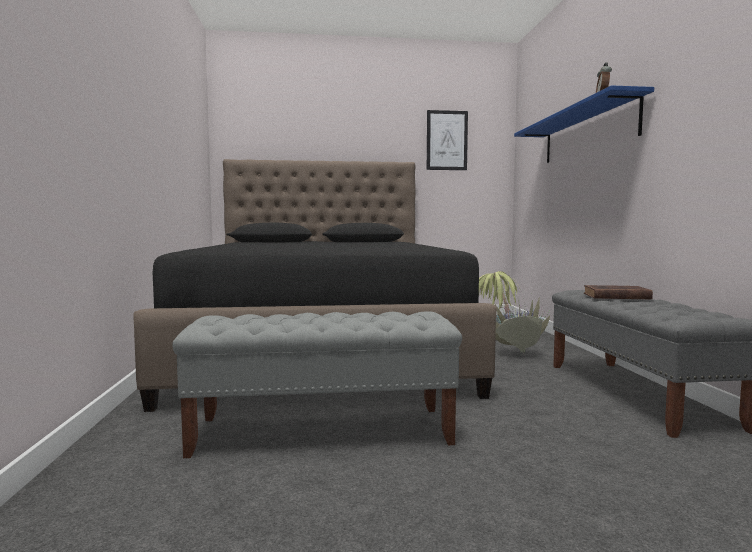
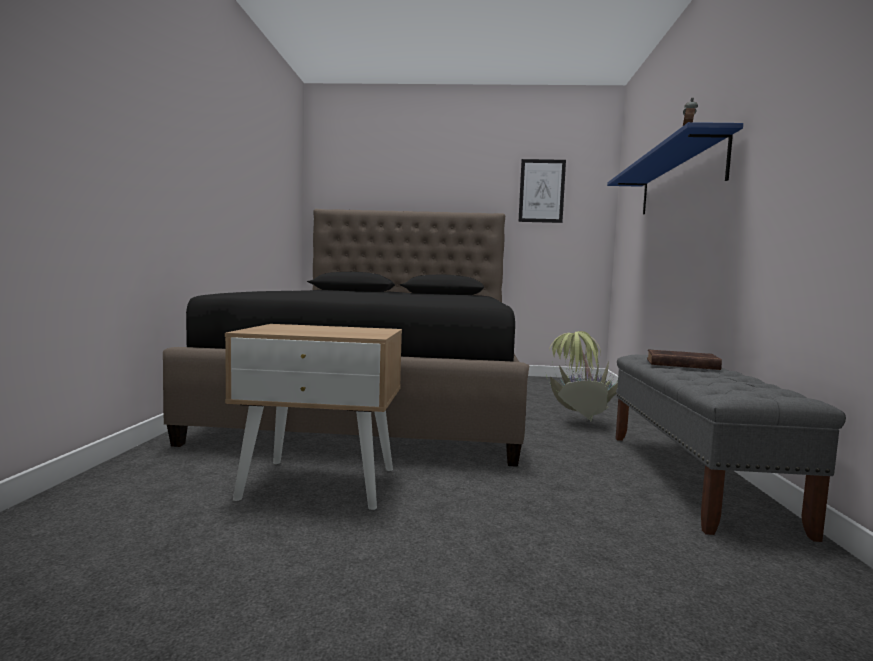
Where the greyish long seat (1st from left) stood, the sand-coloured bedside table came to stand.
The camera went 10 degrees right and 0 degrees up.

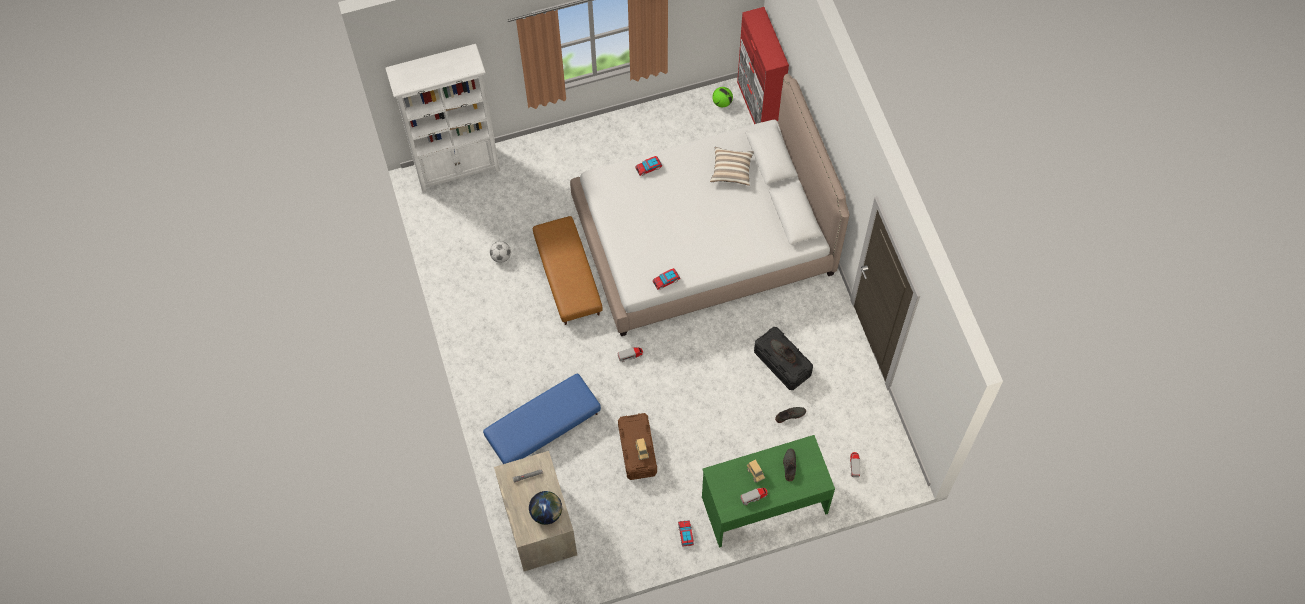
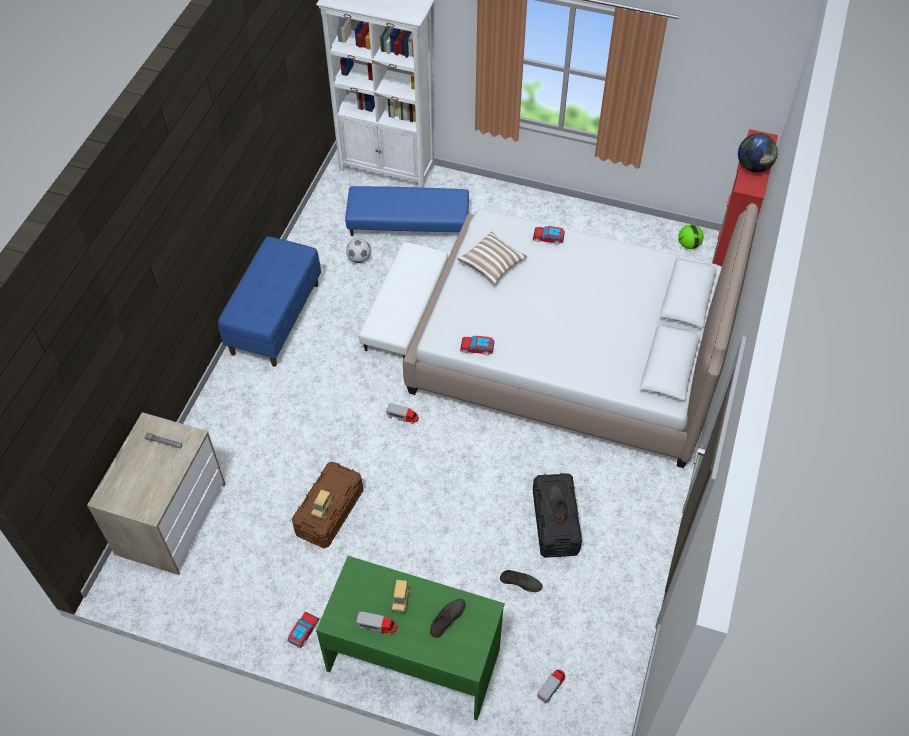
The second view gained the blue-coloured long seat.
The blue-coloured footrest ended up elsewhere.
What was the brown footrest turned into the white footrest.
The pillow ended up elsewhere.
The desk globe ended up elsewhere.
The camera went 35 degrees right and 10 degrees down.

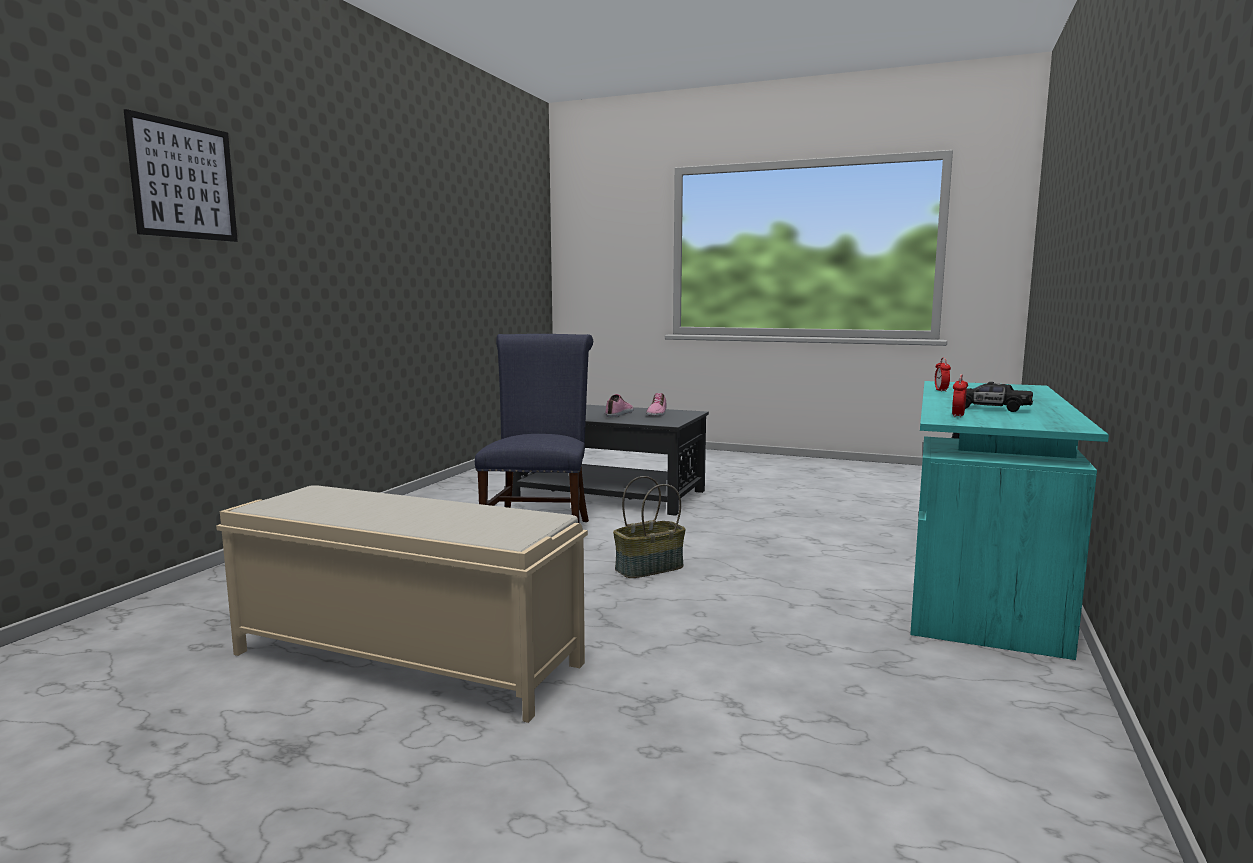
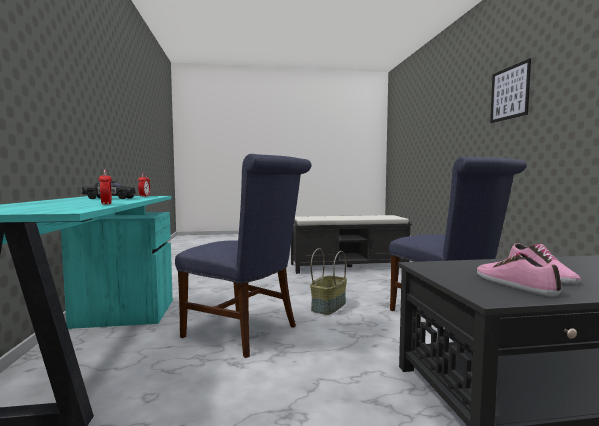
The second view gained the blue-coloured upright chair (1st from left).
What was the sand-coloured long seat turned into the black-coloured long seat.
The camera went 150 degrees right and 5 degrees down.

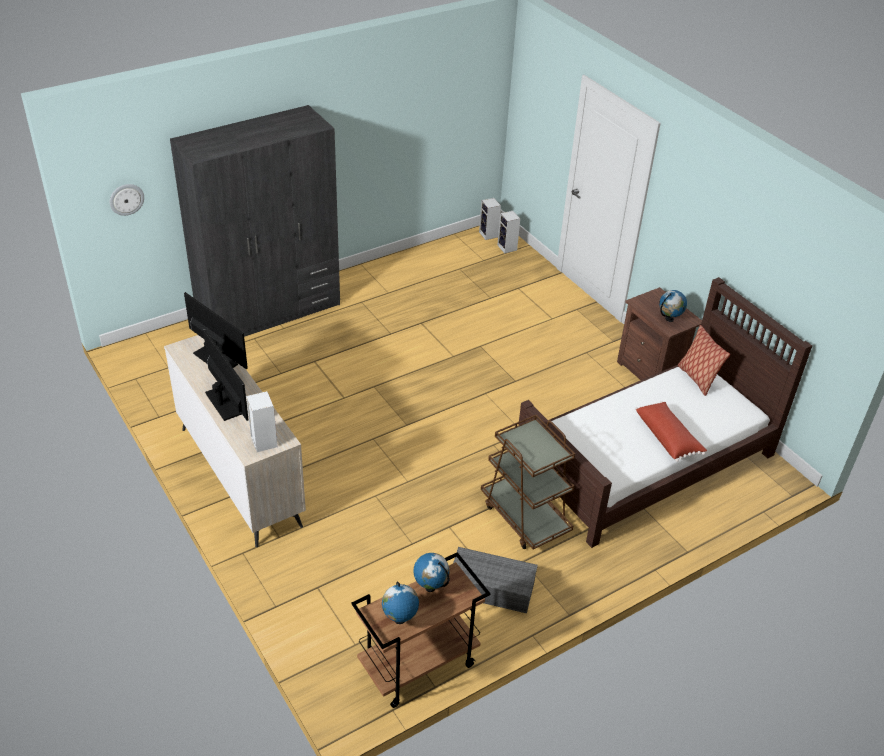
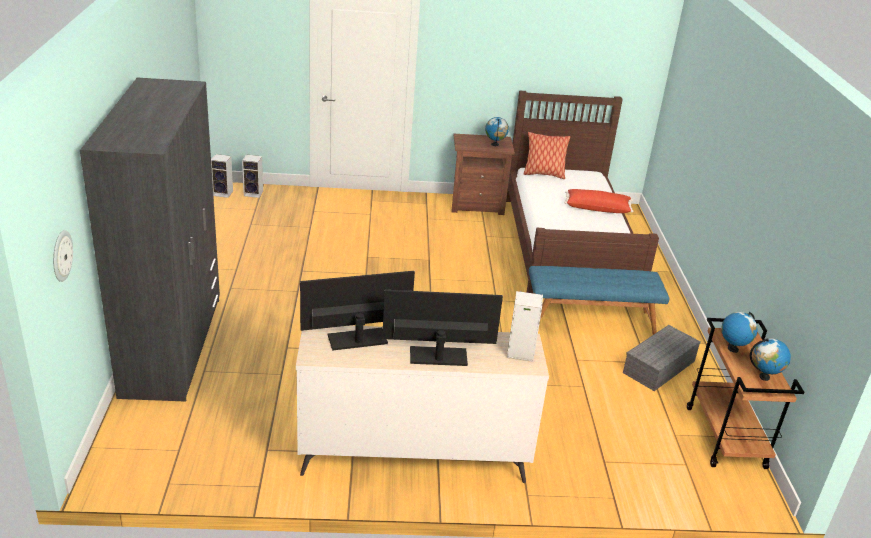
Where the brown trolley (2nd from left) stood, the blue-coloured long seat came to stand.
The camera went 60 degrees left and 10 degrees down.

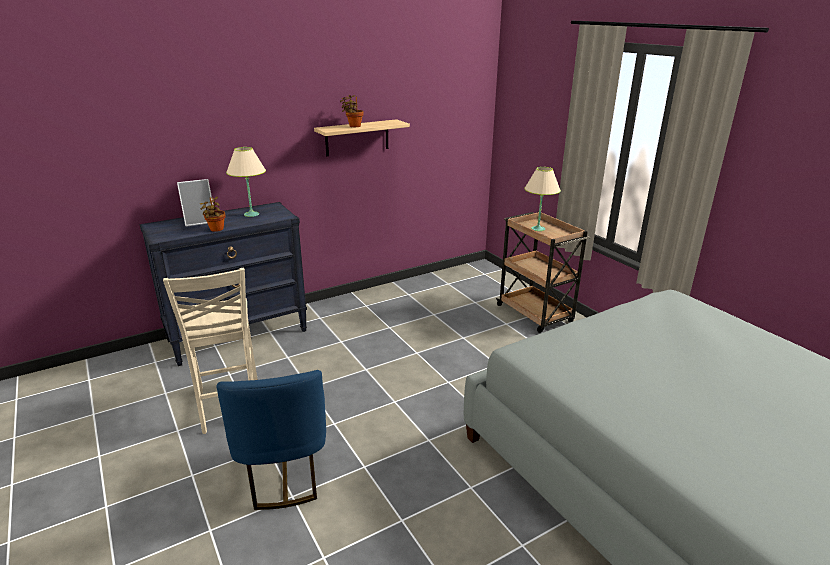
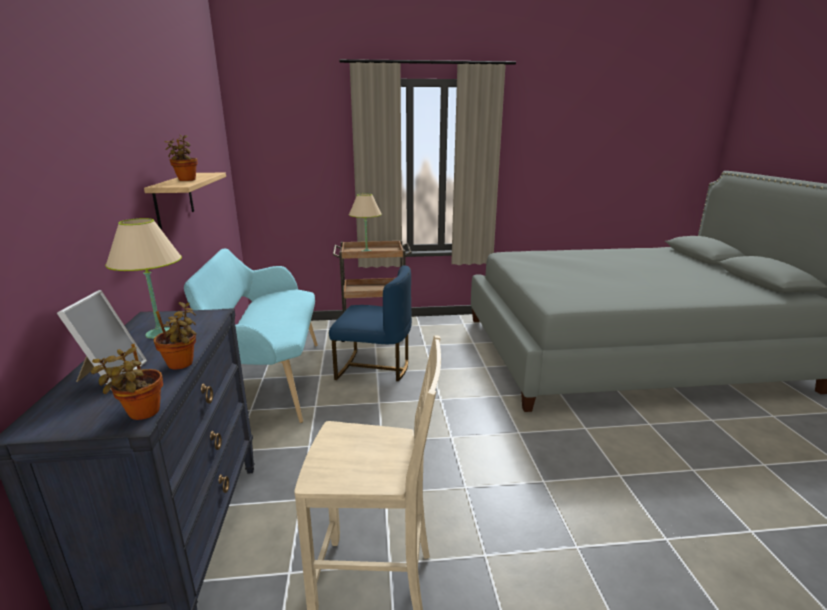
The second view gained the houseplant (1st from left).
The second view gained the blue-green long seat.
The blue-coloured upright chair ended up elsewhere.
The camera went 65 degrees left and 5 degrees down.

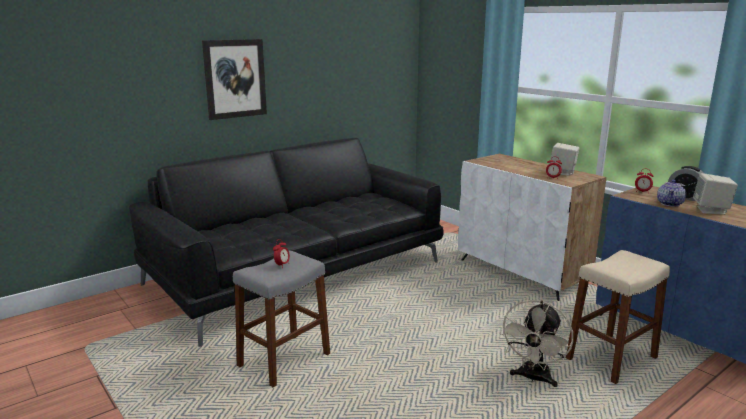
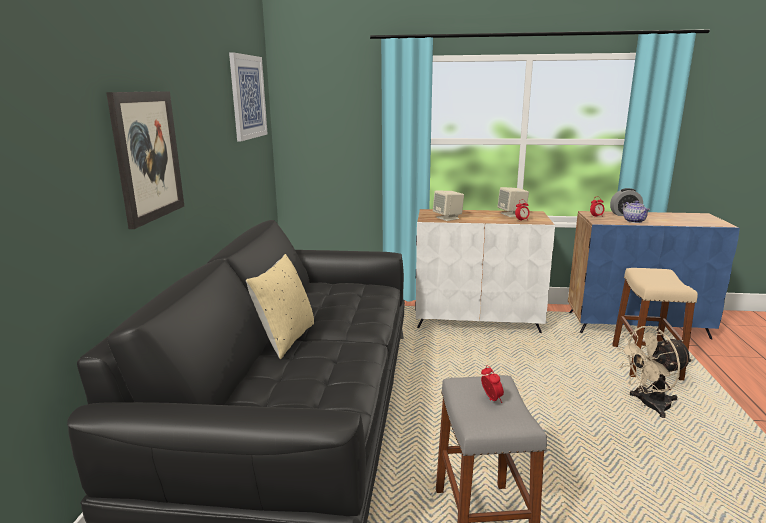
The second view gained the picture (2nd from left).
The second view gained the sand-coloured pillow.
The sand-coloured audio speaker (2nd from left in the first image) ended up elsewhere.
The sand-coloured cooling fan ended up facing another way, 90 degrees clockwise from before.
The camera went 45 degrees left and 0 degrees up.

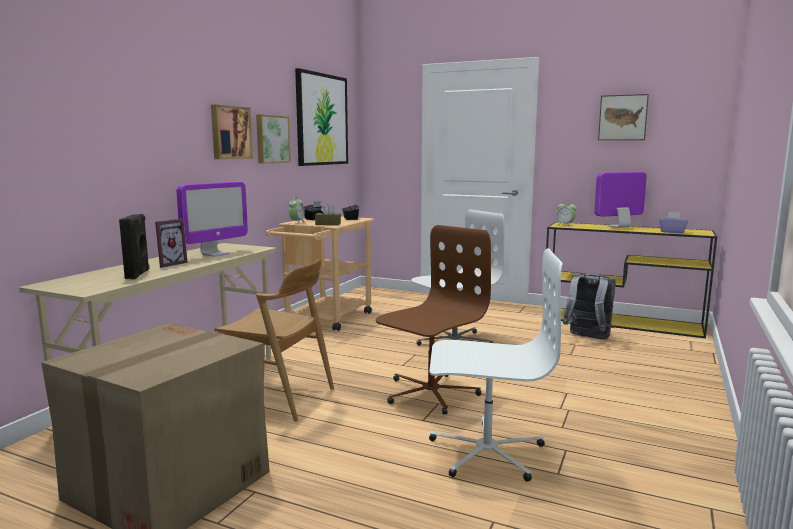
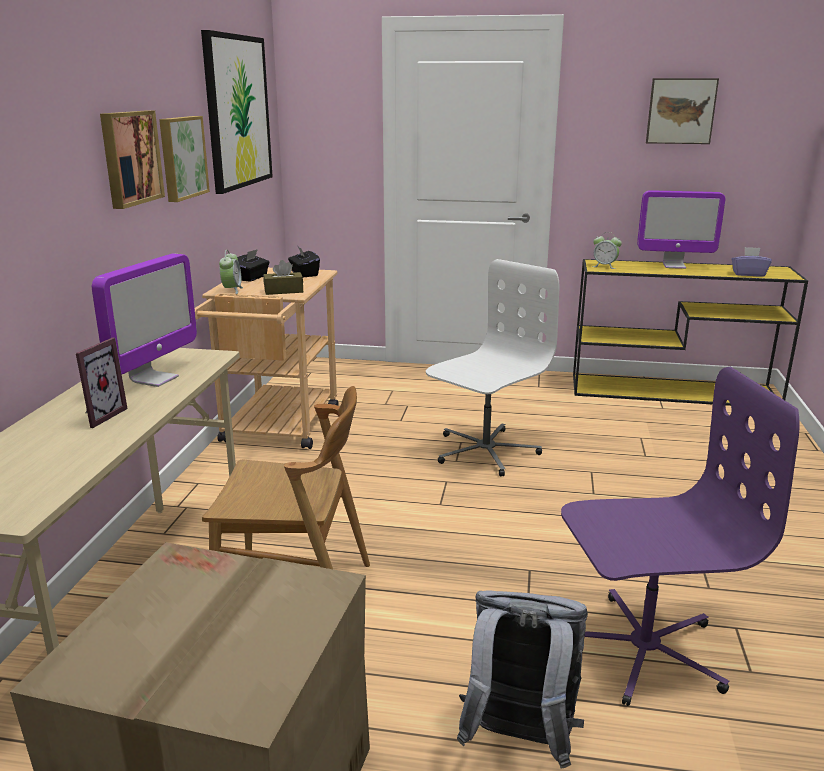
The greyish rucksack ended up elsewhere.
What was the white desk chair (2nd from left) turned into the purple-coloured desk chair.
The monitor (2nd from left) ended up facing another way, 135 degrees counterclockwise from before.
The second view lost the black-coloured audio speaker.
The second view lost the brown desk chair.
The camera went 15 degrees left and 10 degrees up.

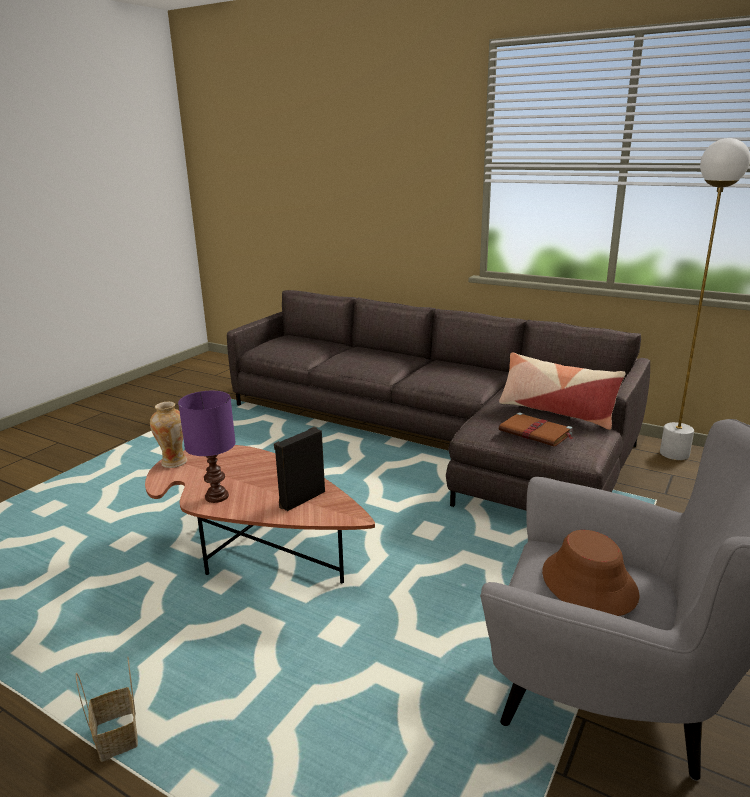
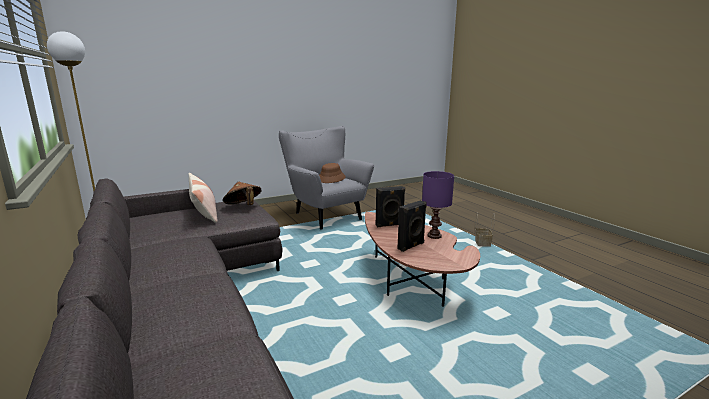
Where the brown volume stood, the brown wearable hat (1st from left) came to stand.
The second view gained the black-coloured audio speaker (2nd from left).
The second view lost the decorative vase.
The camera went 150 degrees left and 5 degrees down.

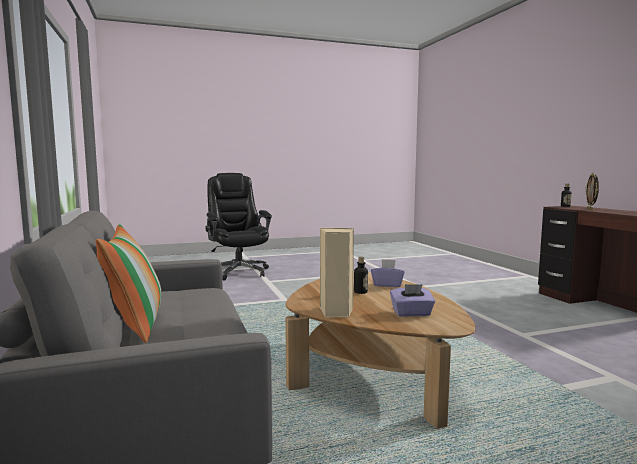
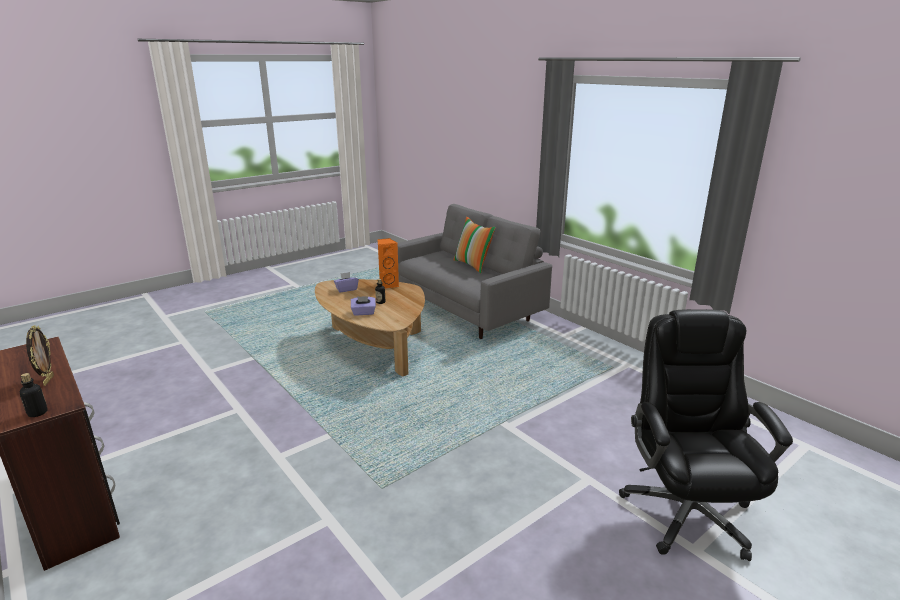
What was the sand-coloured audio speaker turned into the orange-coloured audio speaker.
The black-coloured desk chair ended up facing another way, 135 degrees counterclockwise from before.
The camera went 160 degrees right and 15 degrees up.

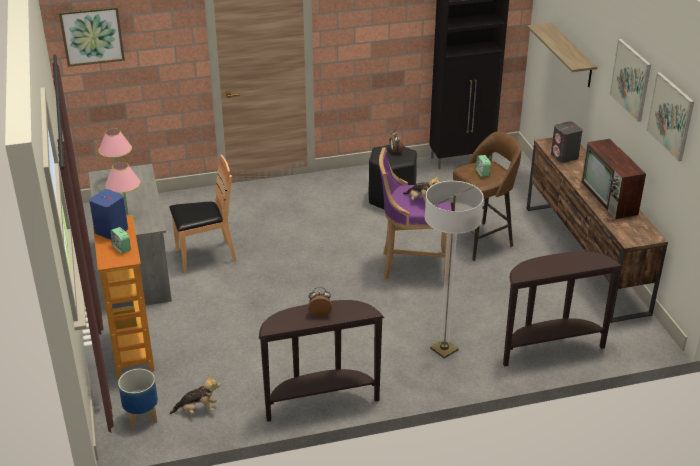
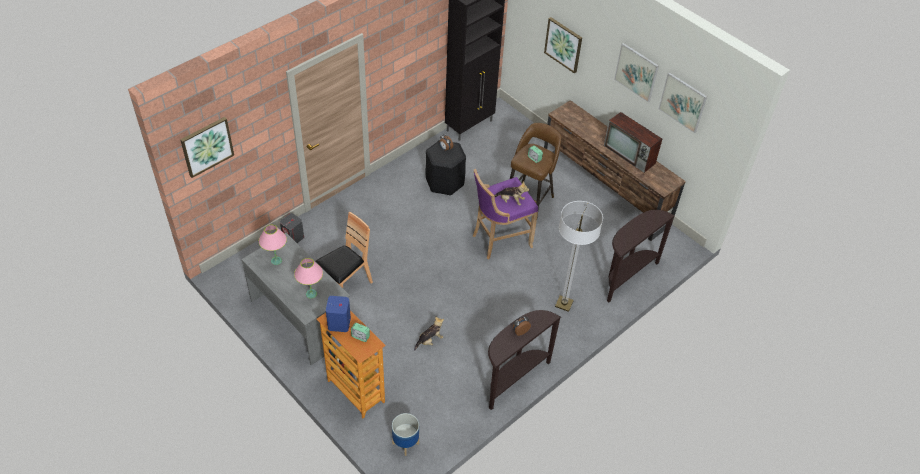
The greyish audio speaker ended up elsewhere.
The cuddly toy (1st from left) ended up elsewhere.
Where the shelf hung, the picture (2nd from left) came to hang.
The camera went 30 degrees left and 15 degrees up.

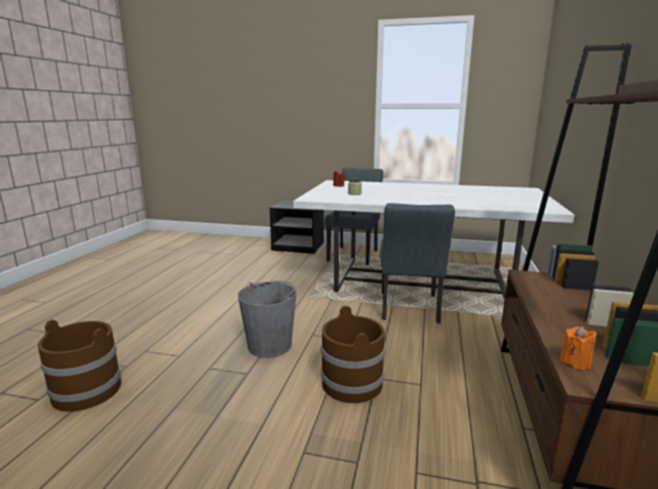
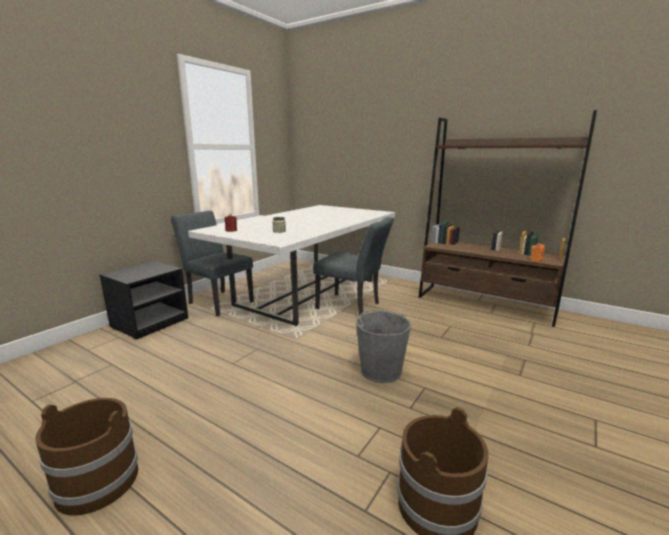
The brown water bucket (2nd from left in the first image) ended up elsewhere.
The camera went 70 degrees left and 0 degrees up.

